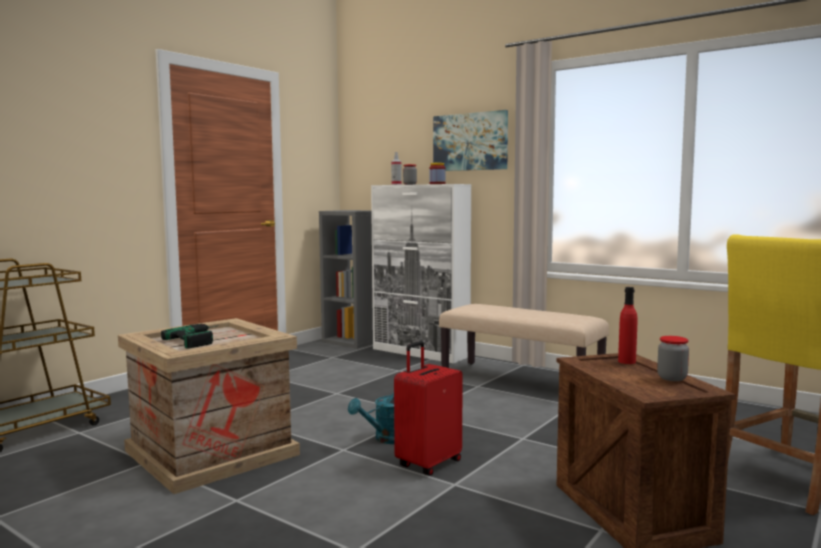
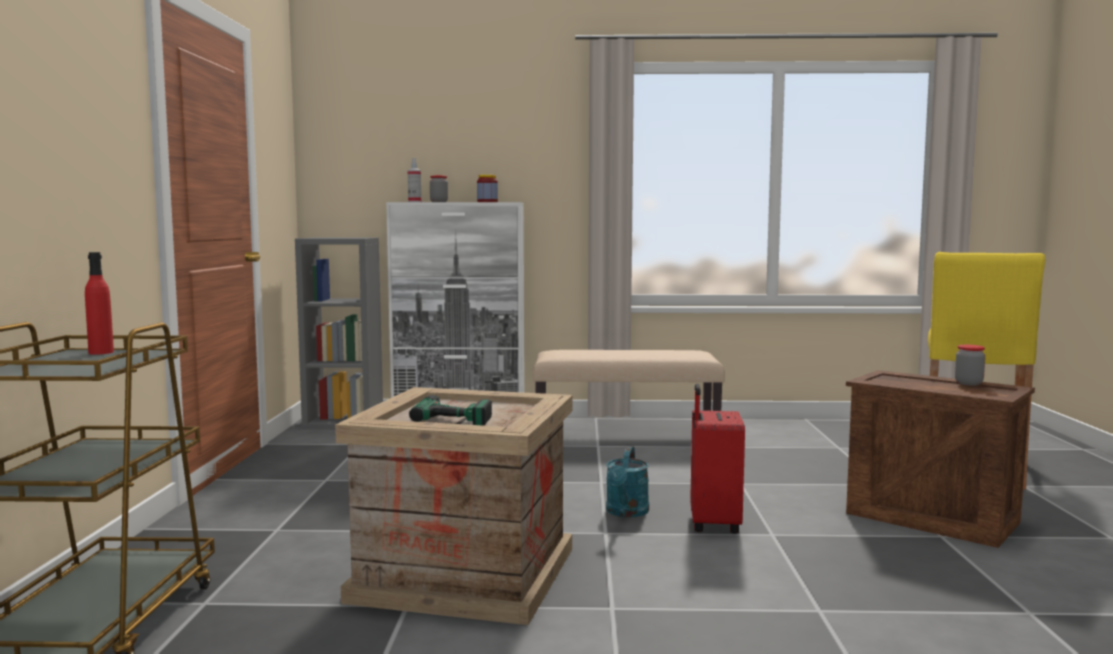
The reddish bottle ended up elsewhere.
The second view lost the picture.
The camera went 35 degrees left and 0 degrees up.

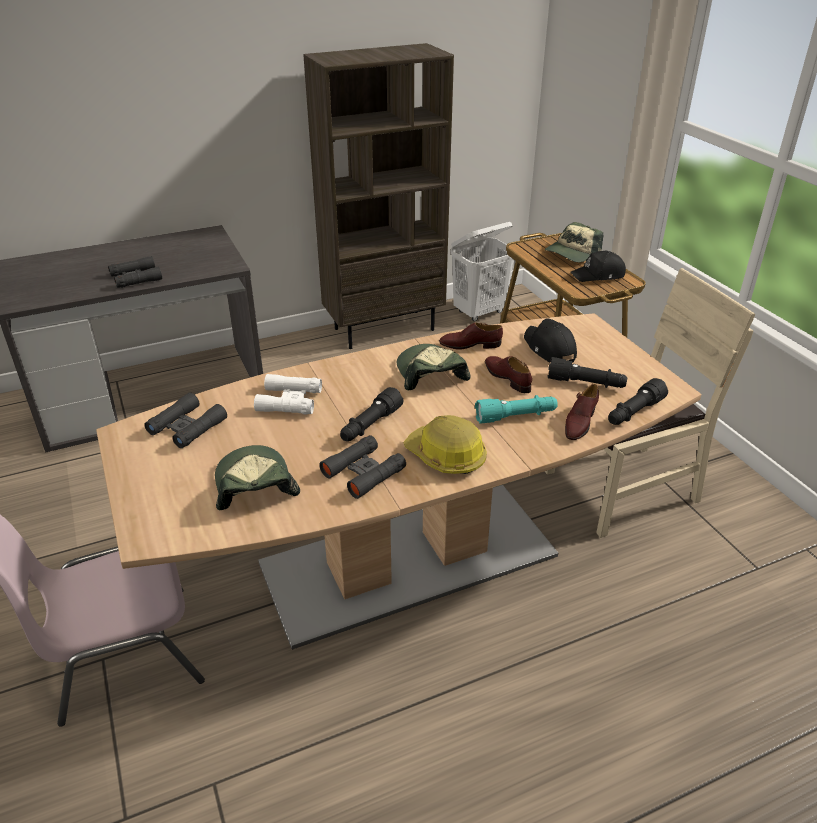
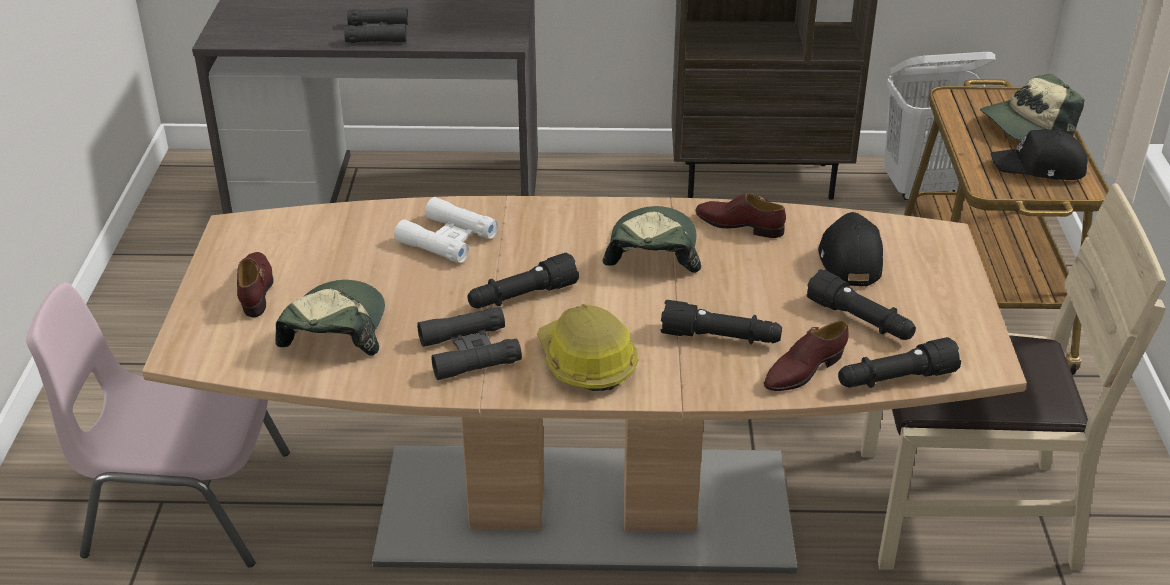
The brown shoe (2nd from left in the first image) ended up elsewhere.
What was the blue-green hand torch turned into the black-coloured hand torch (2nd from left).
The second view lost the black-coloured field glasses (2nd from left).
The camera went 25 degrees right and 0 degrees up.

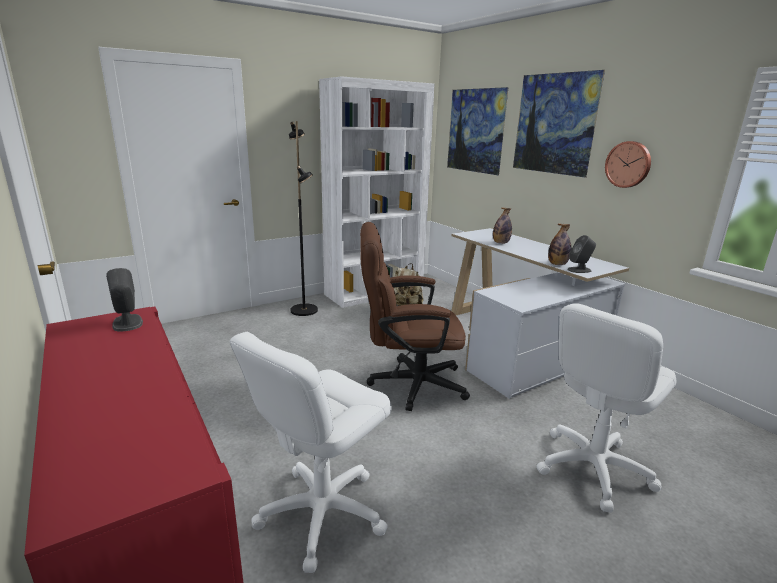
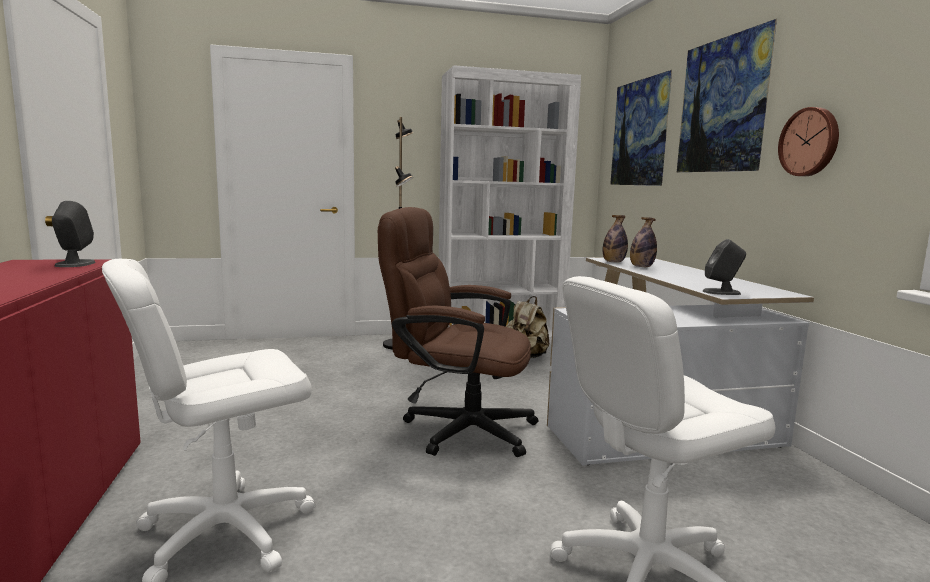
The bottle (2nd from left in the first image) ended up elsewhere.
The camera went 20 degrees right and 10 degrees down.

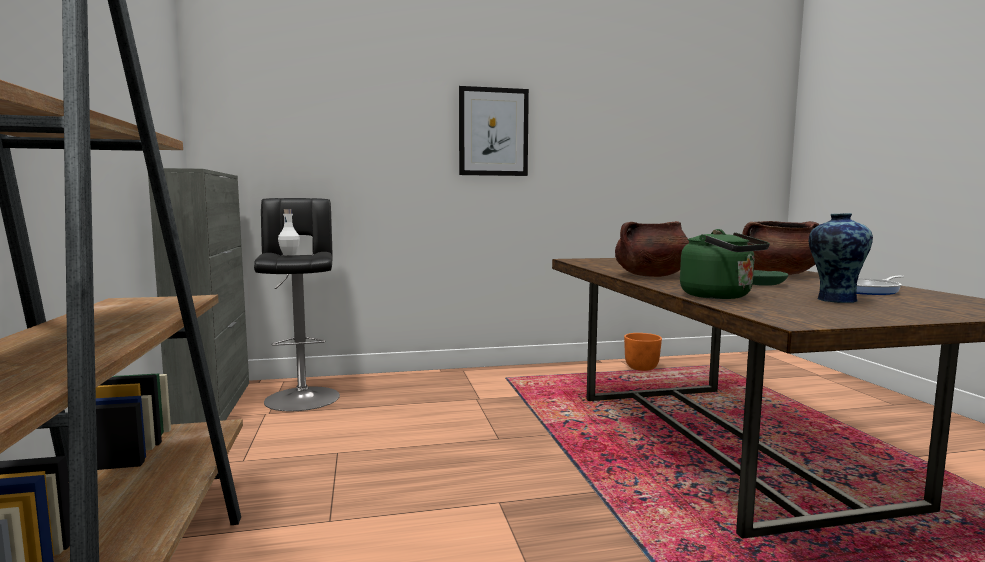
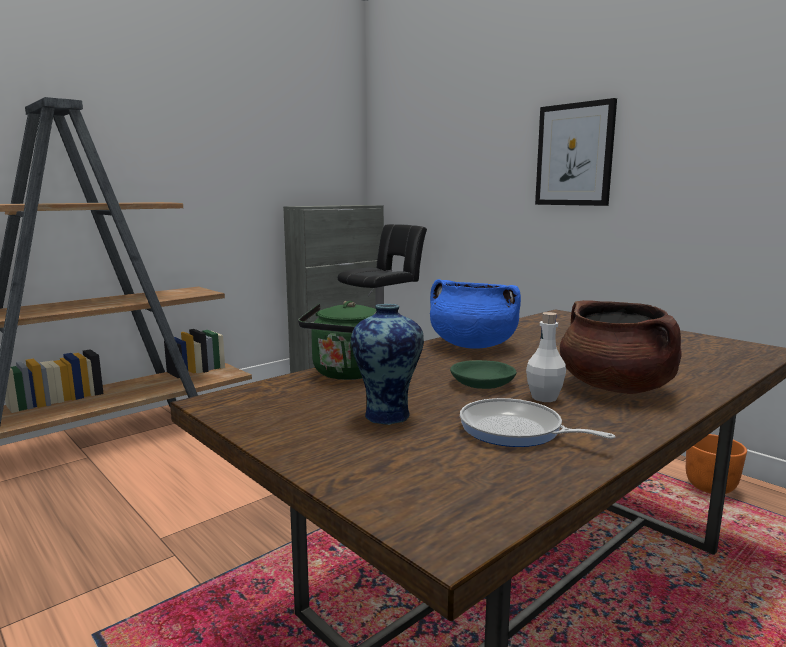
What was the brown saucepot (1st from left) turned into the blue-coloured saucepot.
The white bottle ended up elsewhere.
The camera went 60 degrees right and 5 degrees up.

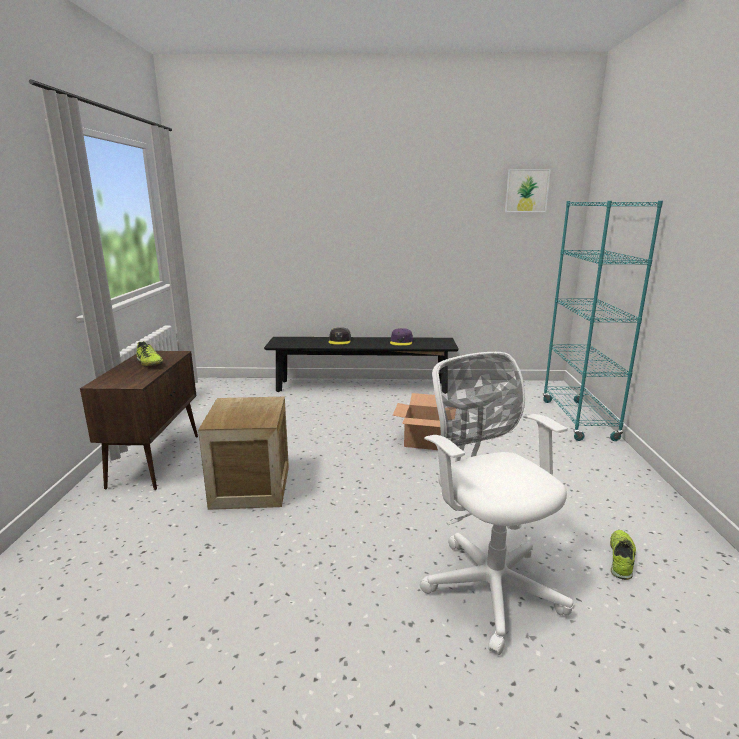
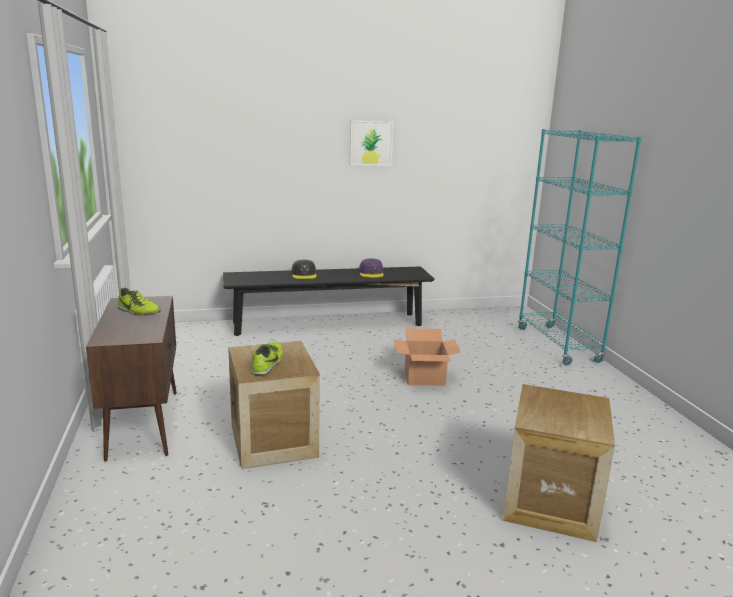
The shoe (2nd from left) ended up elsewhere.
The picture ended up elsewhere.
Where the white desk chair stood, the shipping crate (2nd from left) came to stand.
The camera went 15 degrees left and 0 degrees up.

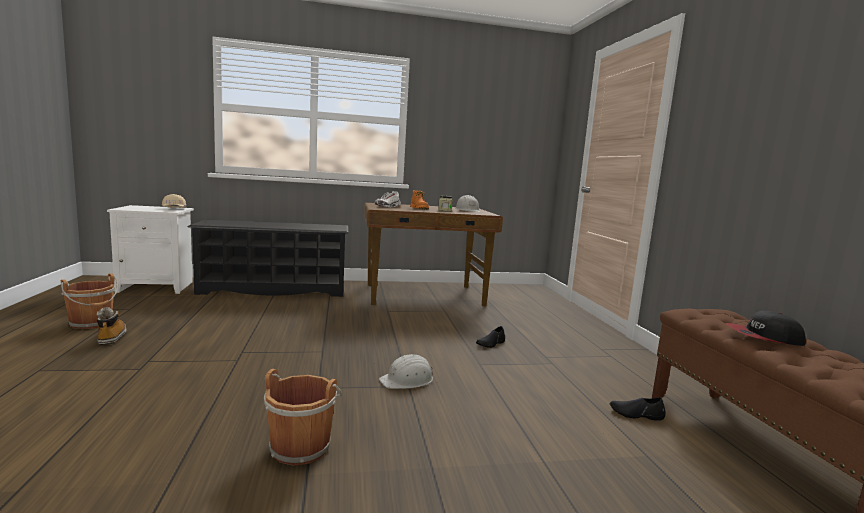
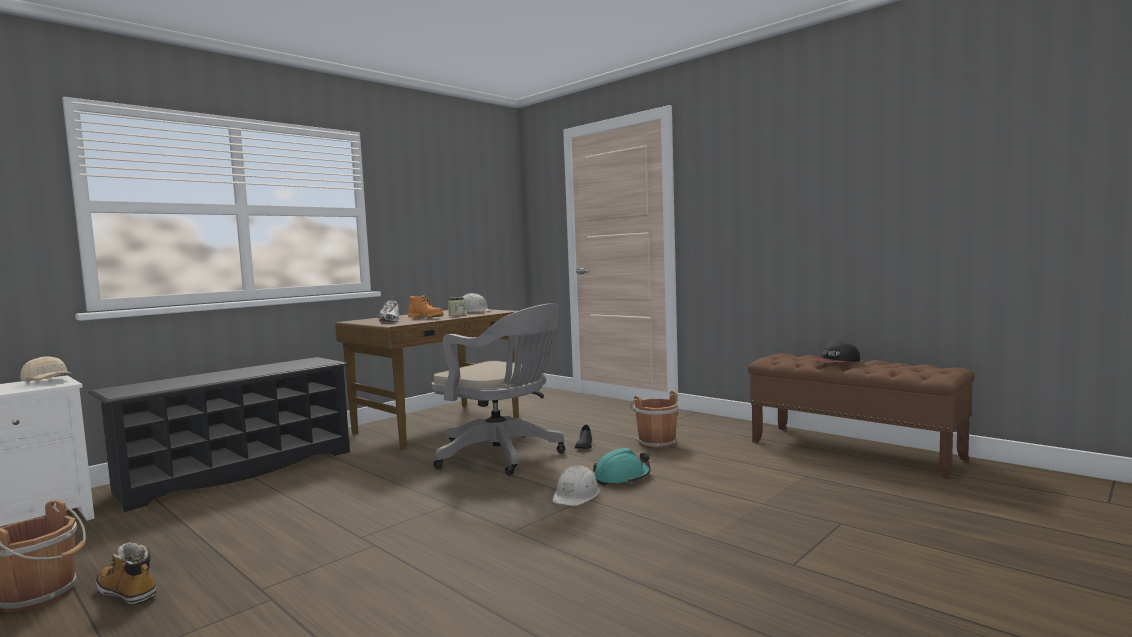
The second view gained the greyish desk chair.
The second view gained the blue-green safety helmet.
The brown water bucket (2nd from left) ended up elsewhere.
The second view lost the black-coloured shoe (2nd from left).
The camera went 35 degrees left and 5 degrees down.

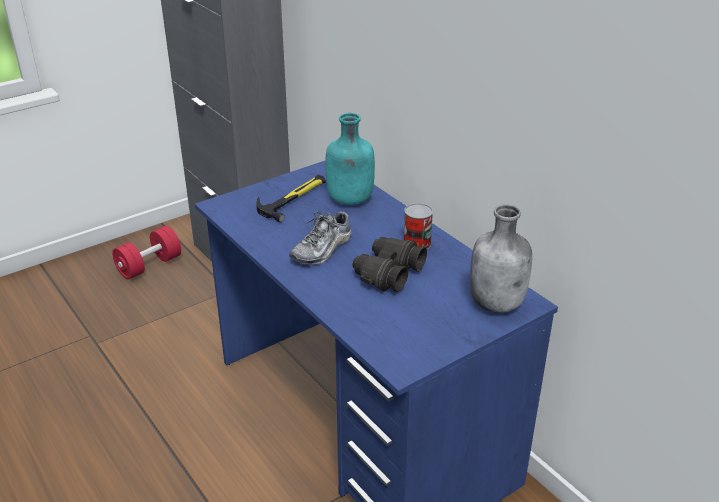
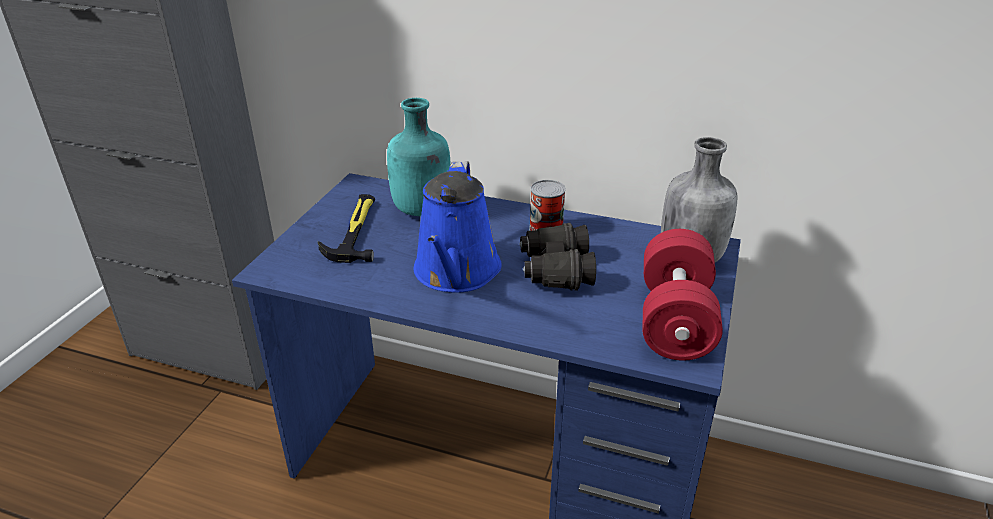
Where the shoe stood, the blue-coloured watering pot came to stand.
The reddish dumbbell ended up elsewhere.
The camera went 35 degrees left and 0 degrees up.

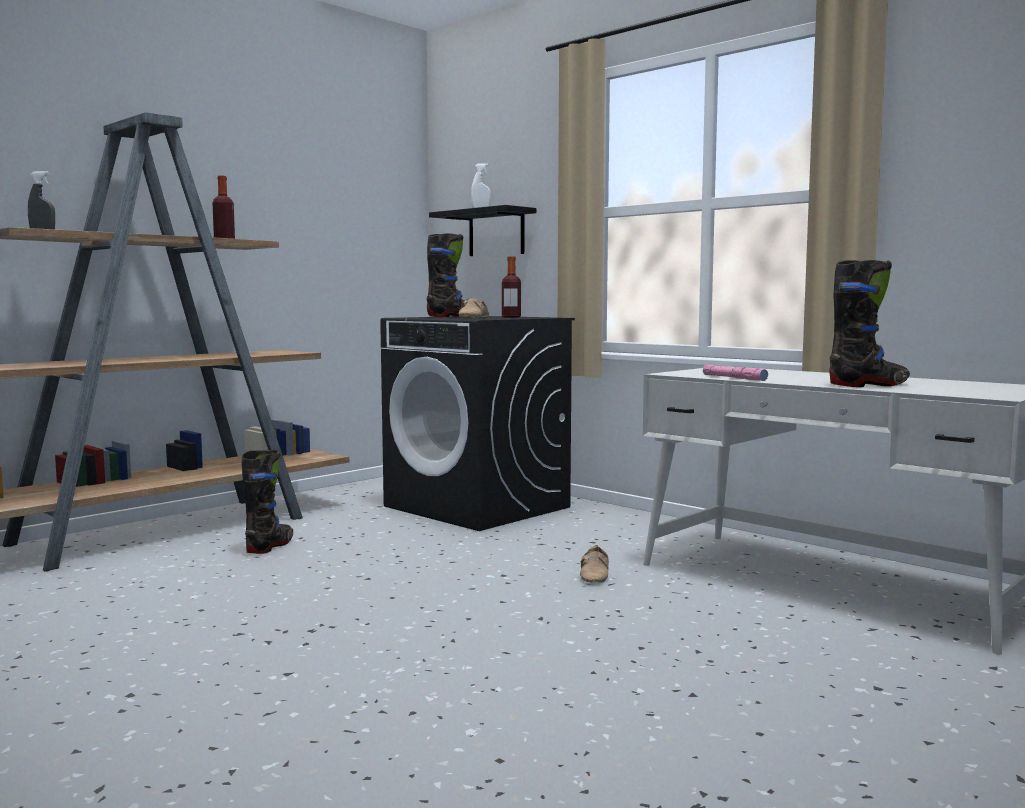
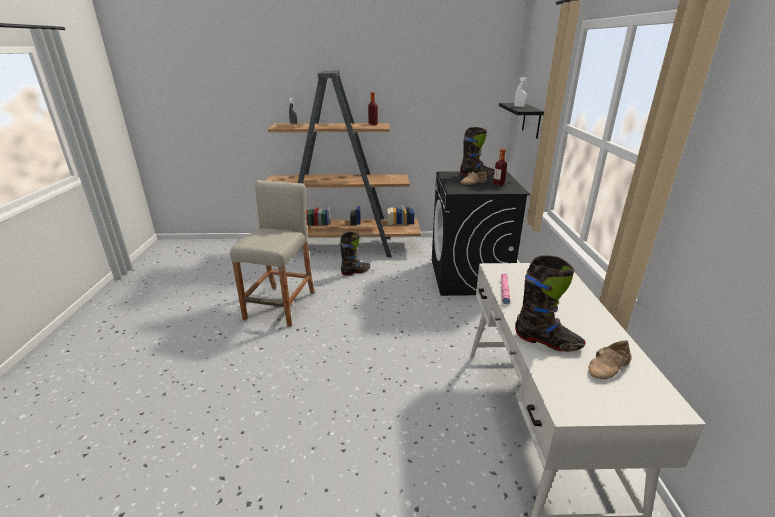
The second view gained the sand-coloured stool seat.
The sand-coloured shoe (2nd from left) ended up elsewhere.
The camera went 45 degrees right and 20 degrees up.

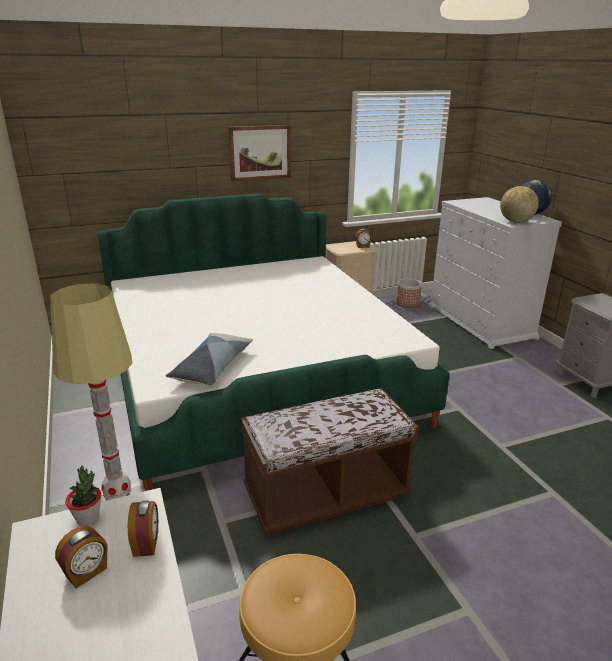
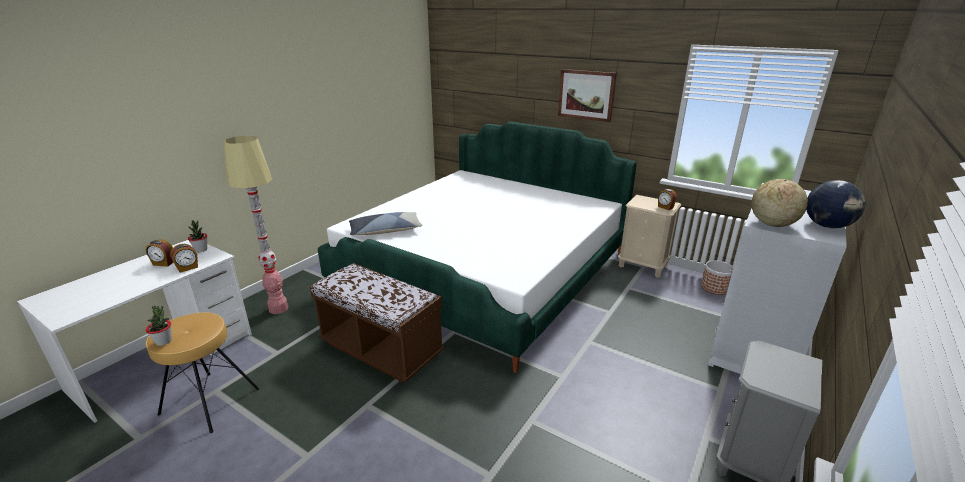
The second view gained the houseplant (1st from left).
The camera went 55 degrees right and 0 degrees up.

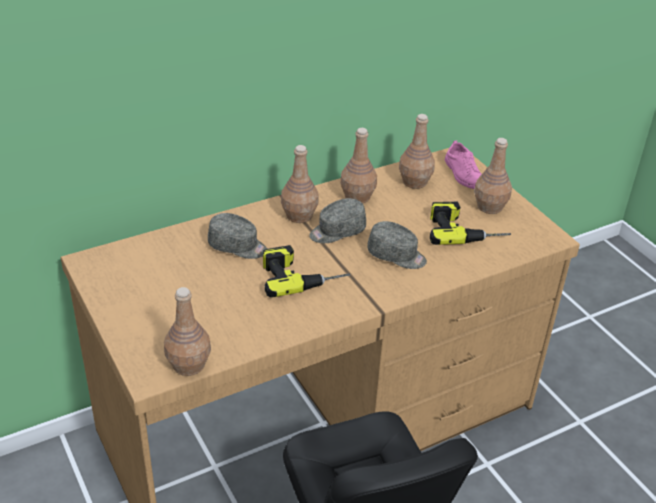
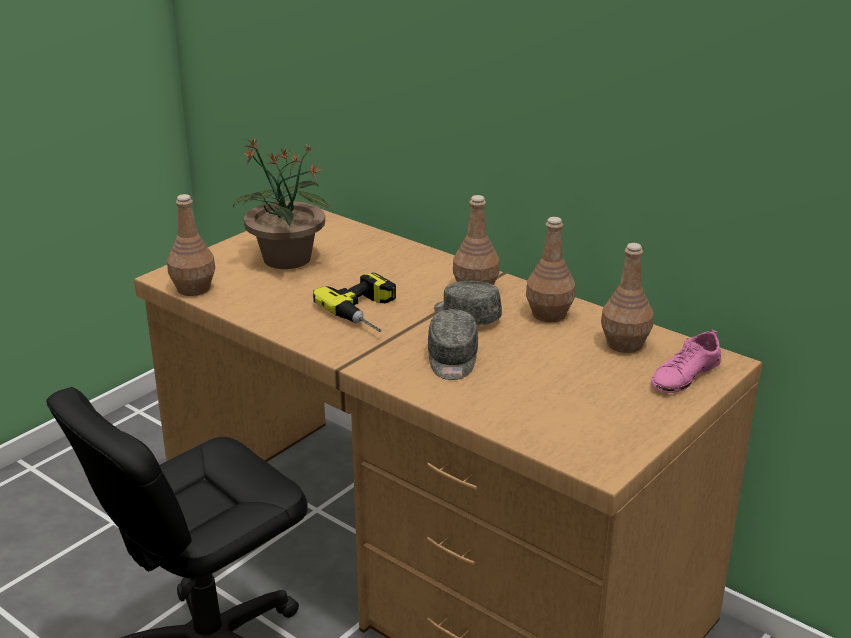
The second view gained the houseplant.
The second view lost the greyish baseball cap (1st from left).
The second view lost the drill (2nd from left).
The second view lost the brown bottle (5th from left).
The camera went 70 degrees right and 10 degrees down.

